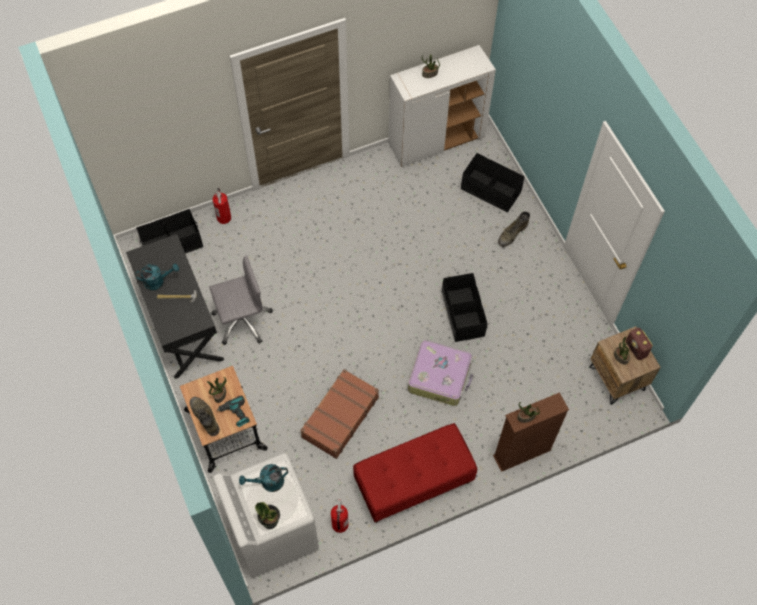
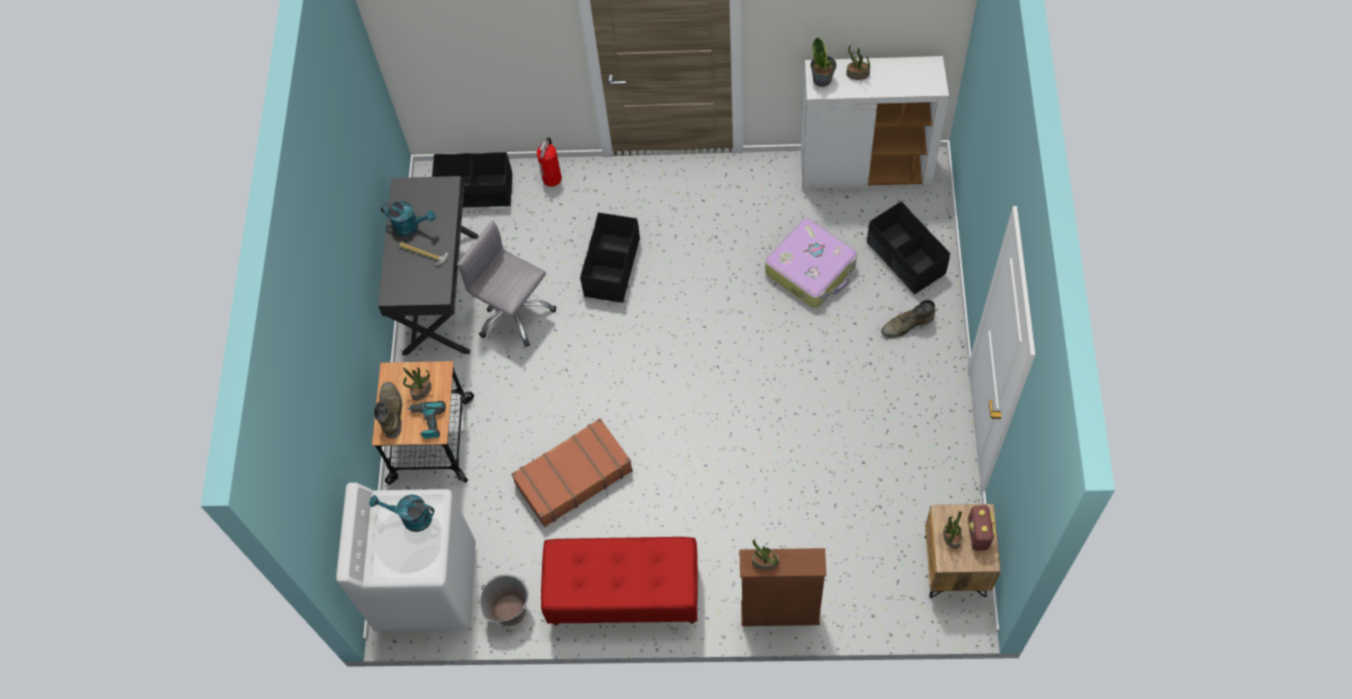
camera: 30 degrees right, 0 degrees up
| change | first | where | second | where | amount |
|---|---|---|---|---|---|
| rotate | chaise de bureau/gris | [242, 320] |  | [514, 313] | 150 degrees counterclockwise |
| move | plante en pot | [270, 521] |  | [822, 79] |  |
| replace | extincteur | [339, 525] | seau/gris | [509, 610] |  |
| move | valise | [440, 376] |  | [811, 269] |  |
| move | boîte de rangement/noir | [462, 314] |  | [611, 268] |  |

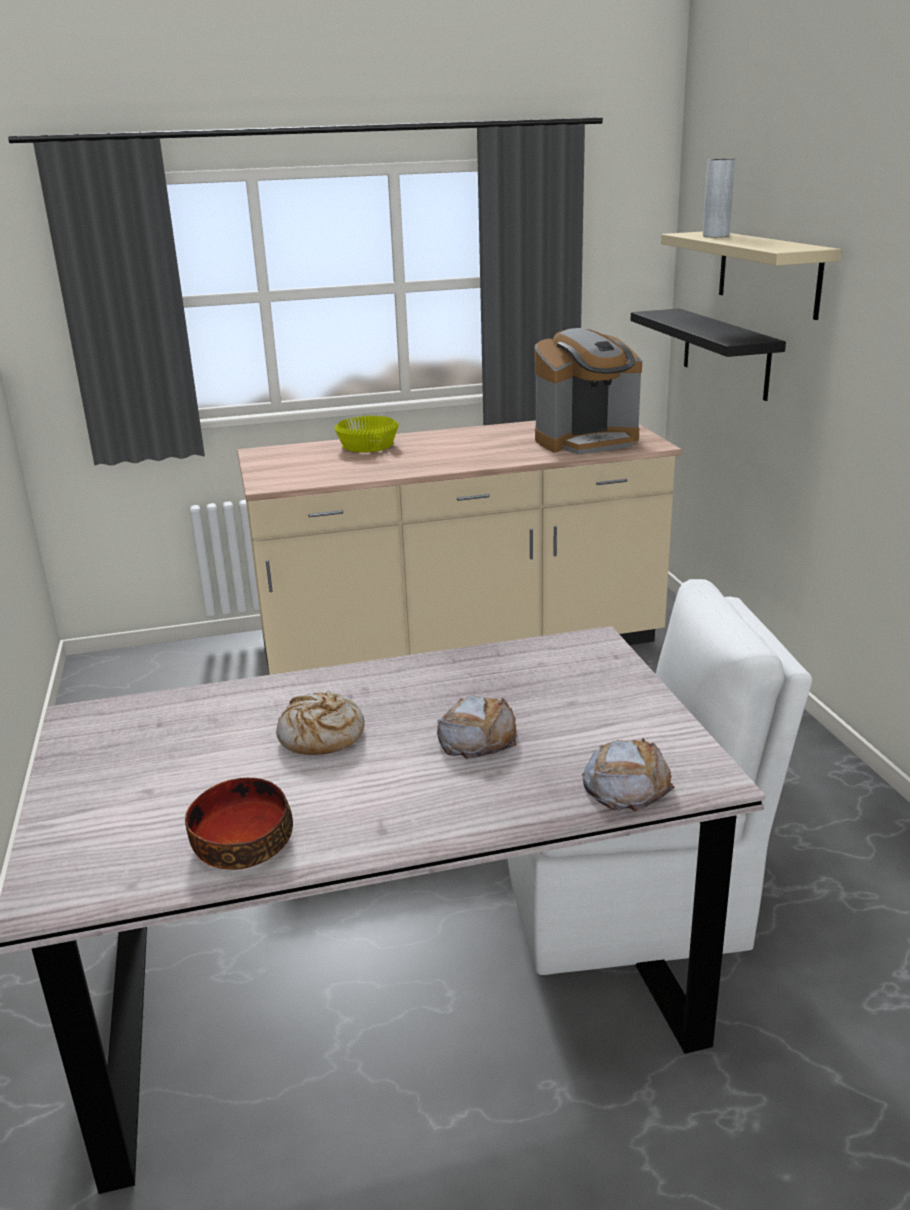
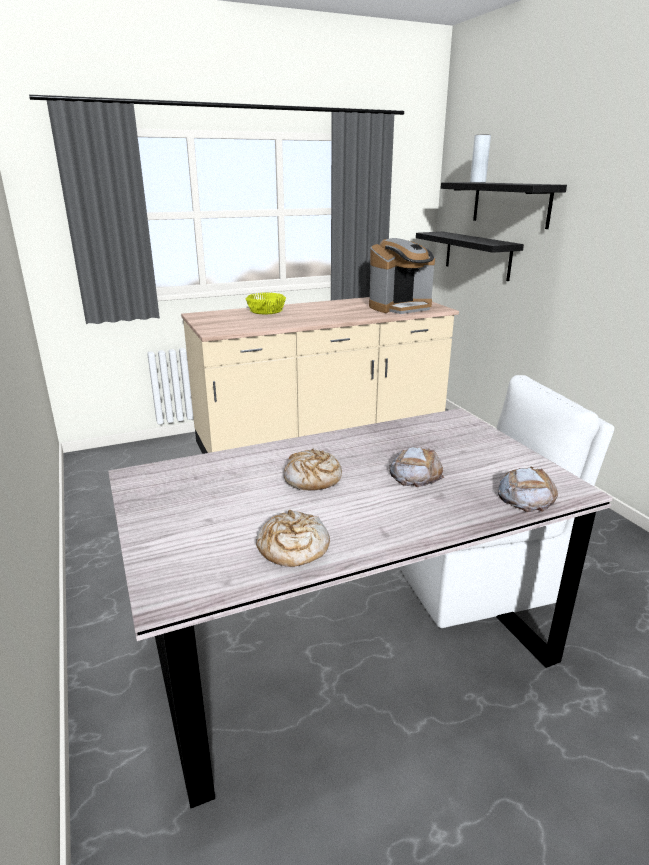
camera: 10 degrees left, 0 degrees up
| change | first | where | second | where | amount |
|---|---|---|---|---|---|
| replace | bol | [241, 842] | pain | [292, 548] |  |
| recolor | étagère/beige | [768, 273] | étagère/noir | [510, 204] |  |

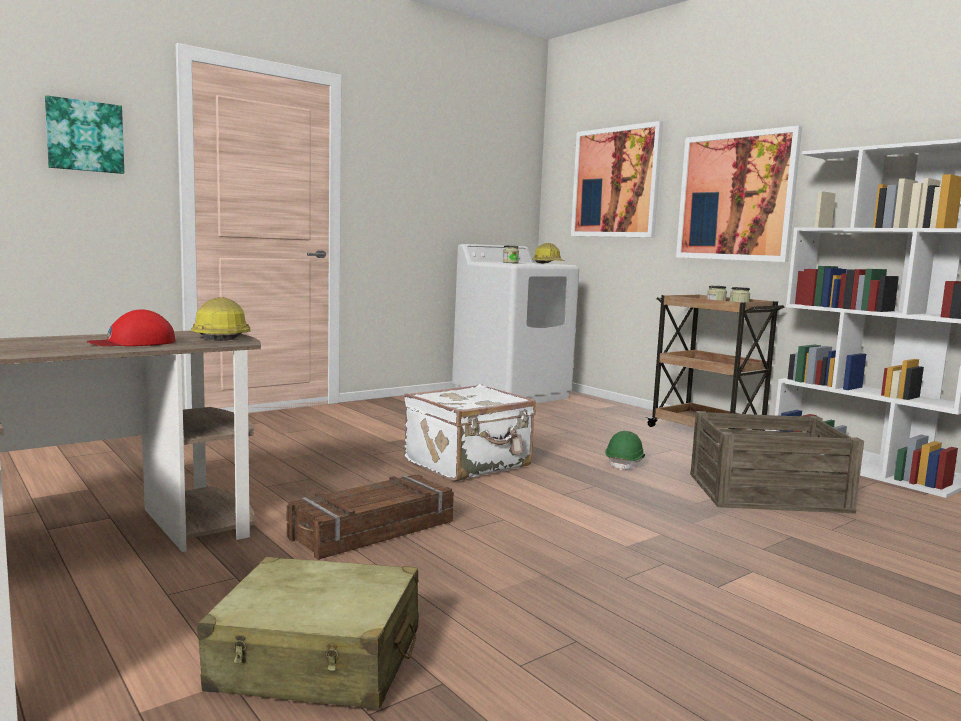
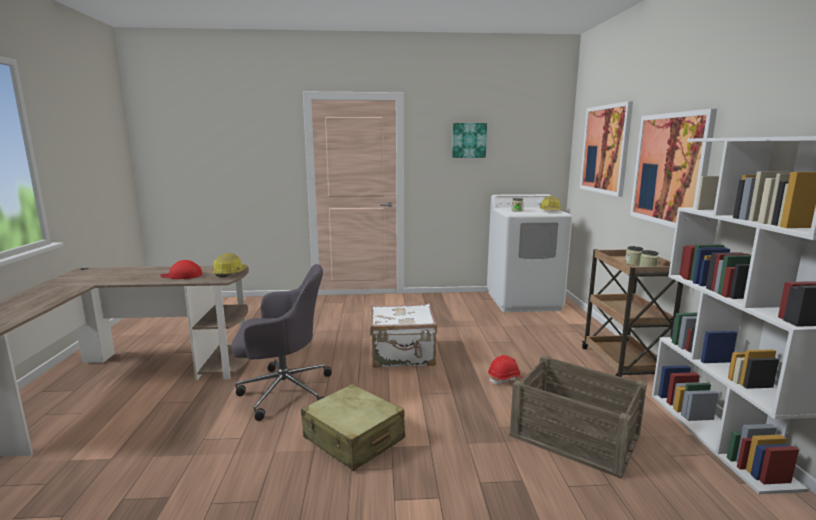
camera: 35 degrees right, 5 degrees up
| change | first | where | second | where | amount |
|---|---|---|---|---|---|
| move | tableau | [85, 136] |  | [469, 140] |  |
| move | valise/beige | [318, 660] |  | [353, 438] |  |
| replace | caisse | [373, 530] | chaise de bureau/gris | [283, 391] |  |
| recolor | casque de chantier/vert | [625, 463] | casque de chantier/rouge | [505, 379] |  |

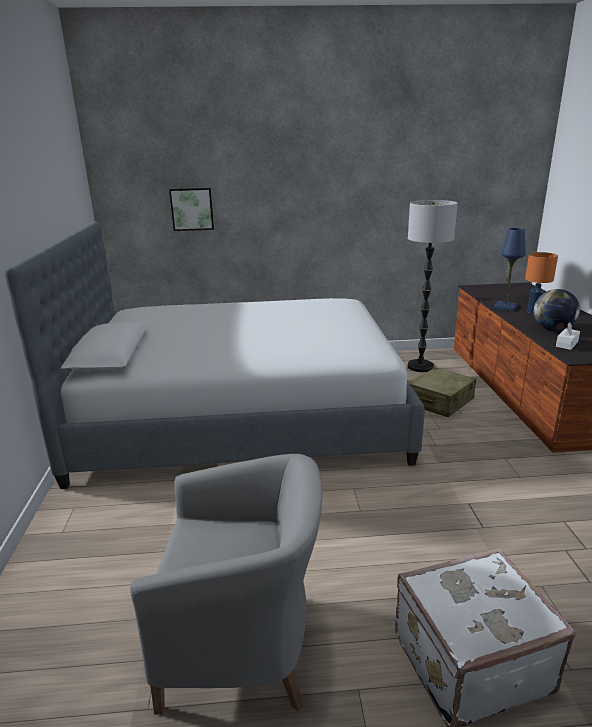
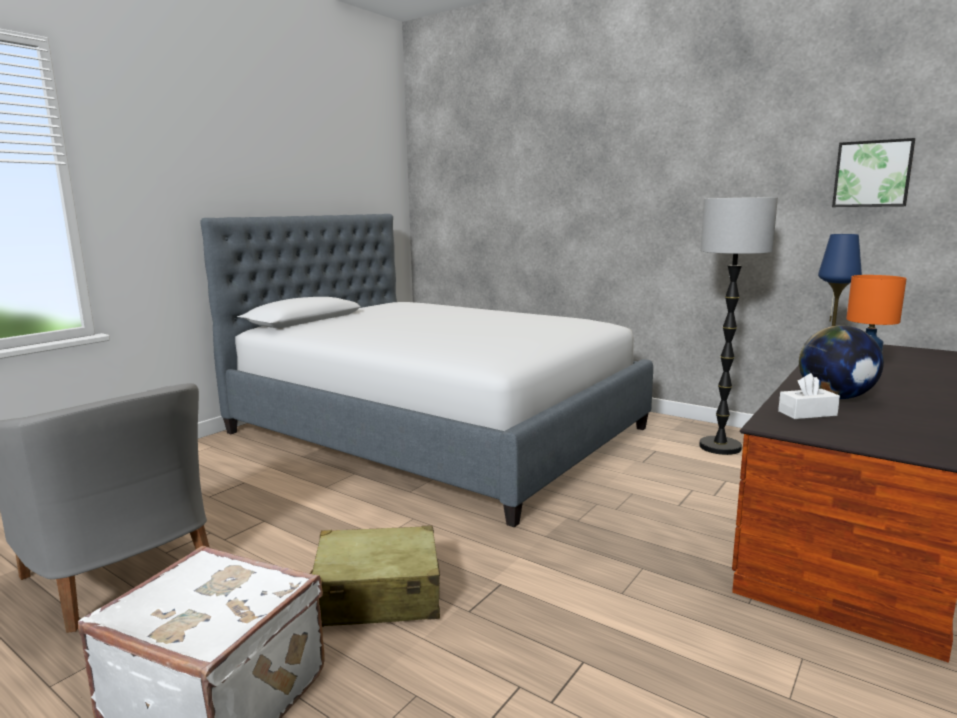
camera: 40 degrees right, 10 degrees down
| change | first | where | second | where | amount |
|---|---|---|---|---|---|
| move | tableau | [192, 209] |  | [872, 174] |  |
| move | valise/beige | [439, 402] |  | [377, 595] |  |

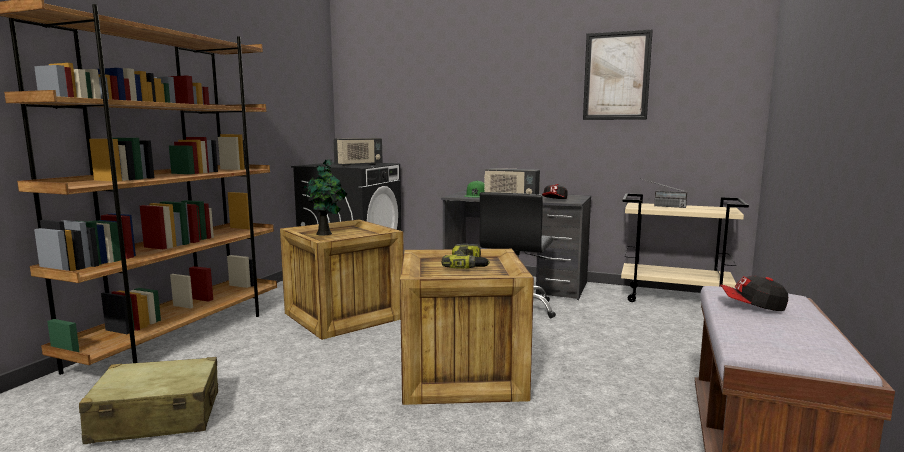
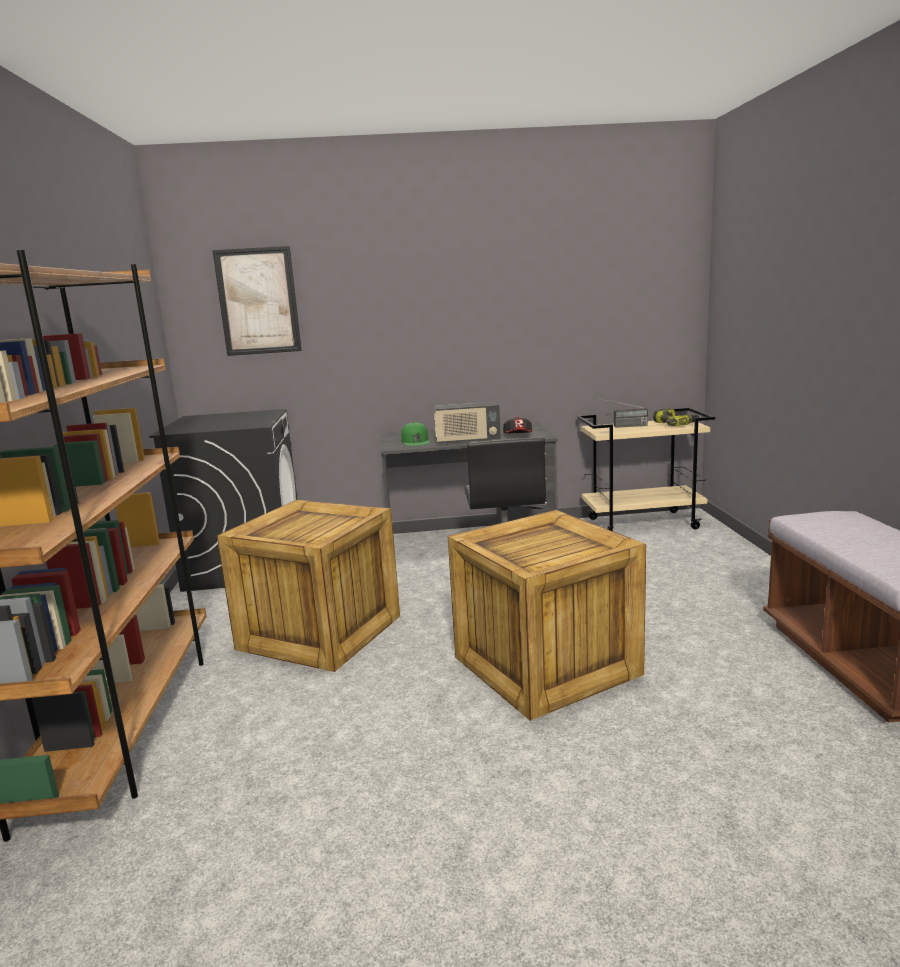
camera: 25 degrees left, 5 degrees up
| change | first | where | second | where | amount |
|---|---|---|---|---|---|
| delete | valise/beige | [157, 417] |  |  |  |
| delete | plante en pot | [325, 233] |  |  |  |
| delete | radio | [358, 165] |  |  |  |
| move | perceuse | [468, 265] |  | [675, 424] |  |
| move | tableau | [616, 76] |  | [258, 301] |  |
| delete | casquette | [752, 306] |  |  |  |

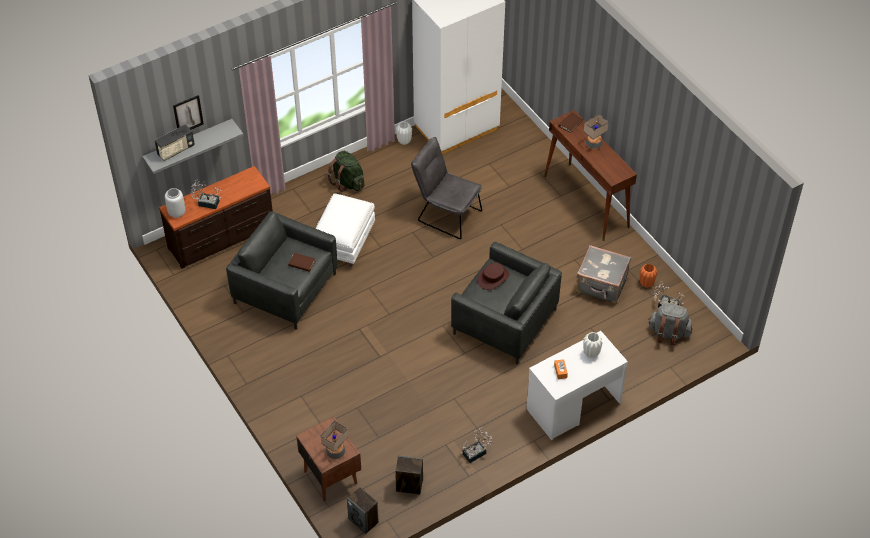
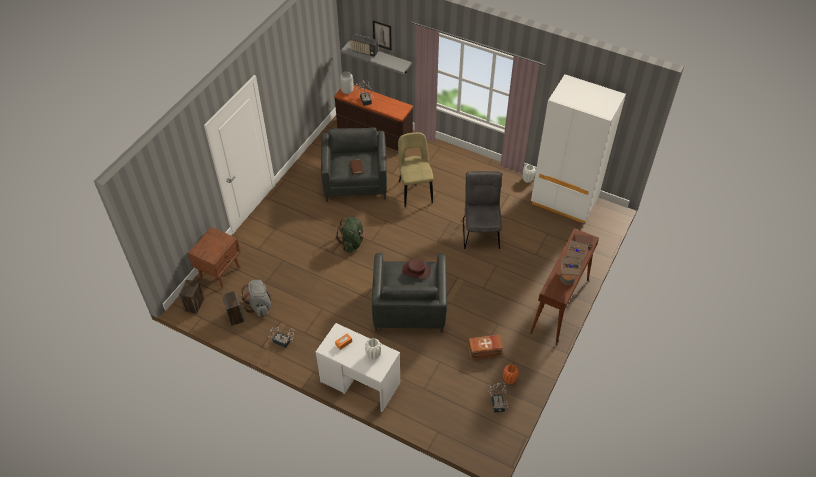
camera: 60 degrees right, 0 degrees up
| change | first | where | second | where | amount |
|---|---|---|---|---|---|
| replace | pouf/blanc | [343, 242] | chaise/beige | [415, 190] |  |
| move | lampe de table | [335, 452] |  | [567, 279] |  |
| move | sac à dos/vert | [347, 182] |  | [352, 242] |  |
| replace | valise/gris | [601, 286] | boîte de rangement/marron | [485, 351] |  |
| move | sac à dos/gris | [668, 333] |  | [260, 306] |  |

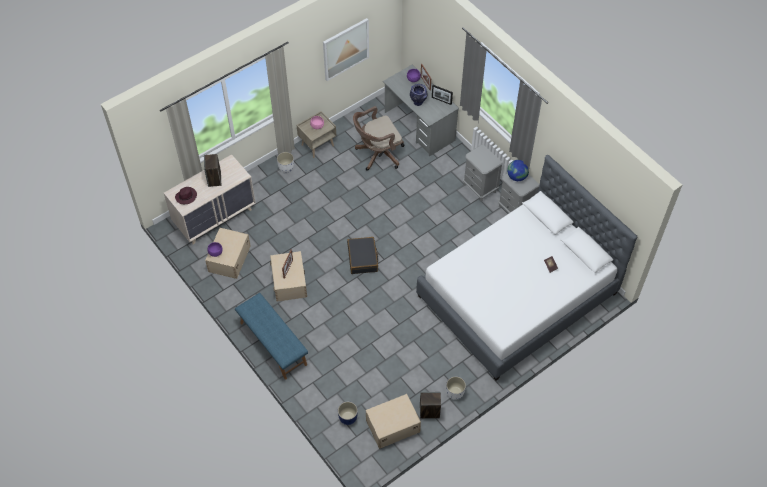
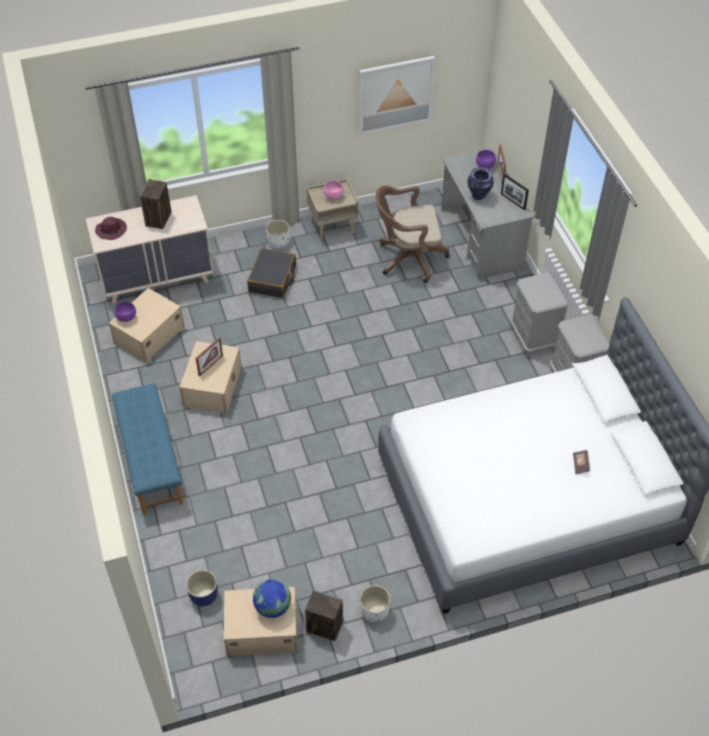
camera: 20 degrees right, 5 degrees down
| change | first | where | second | where | amount |
|---|---|---|---|---|---|
| move | valise/noir | [363, 259] |  | [273, 279] |  |
| move | globe | [517, 177] |  | [273, 607] |  |

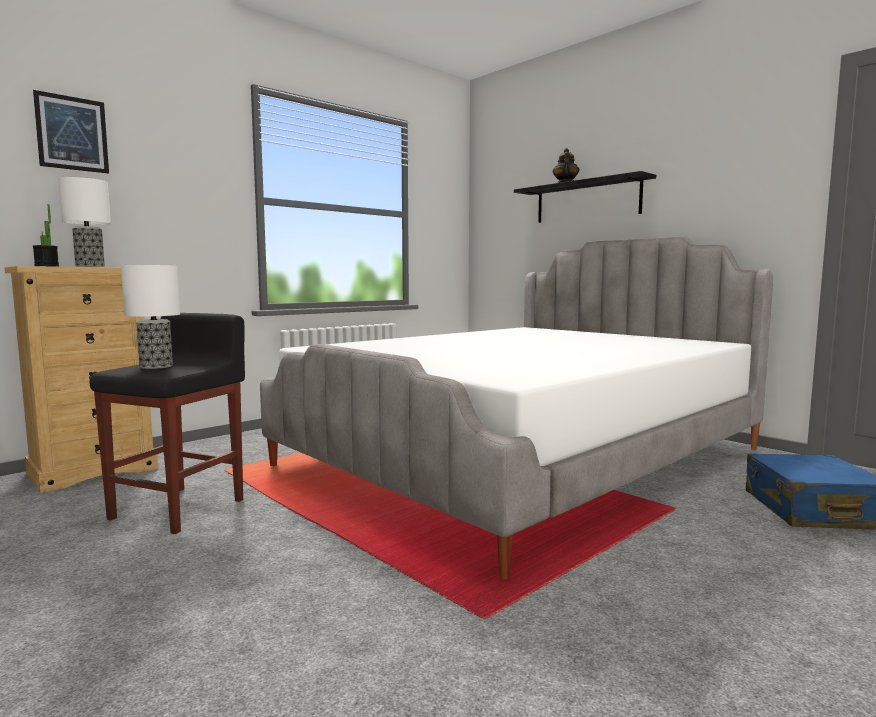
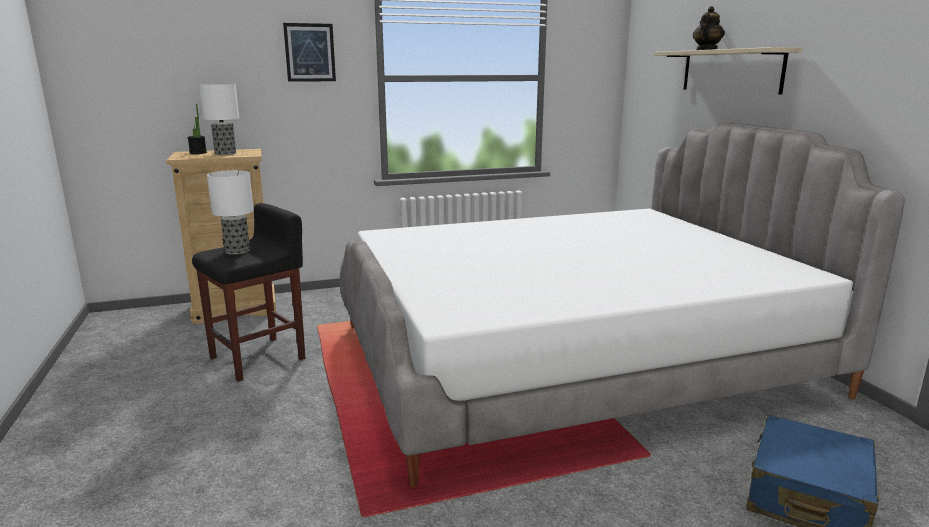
camera: 25 degrees right, 10 degrees up
| change | first | where | second | where | amount |
|---|---|---|---|---|---|
| move | tableau | [72, 133] |  | [310, 52] |  |
| recolor | étagère/noir | [587, 201] | étagère/beige | [730, 71] |  |

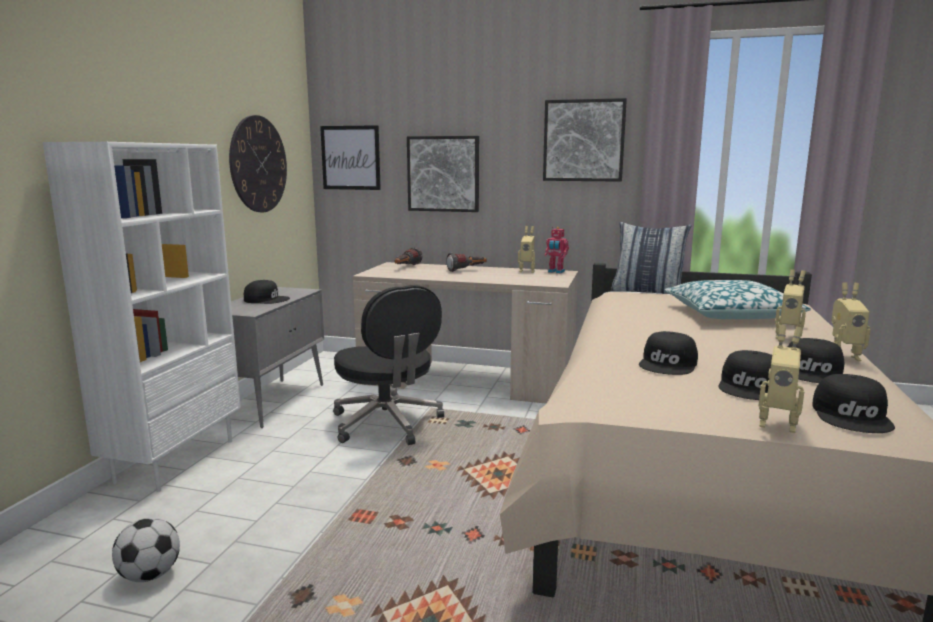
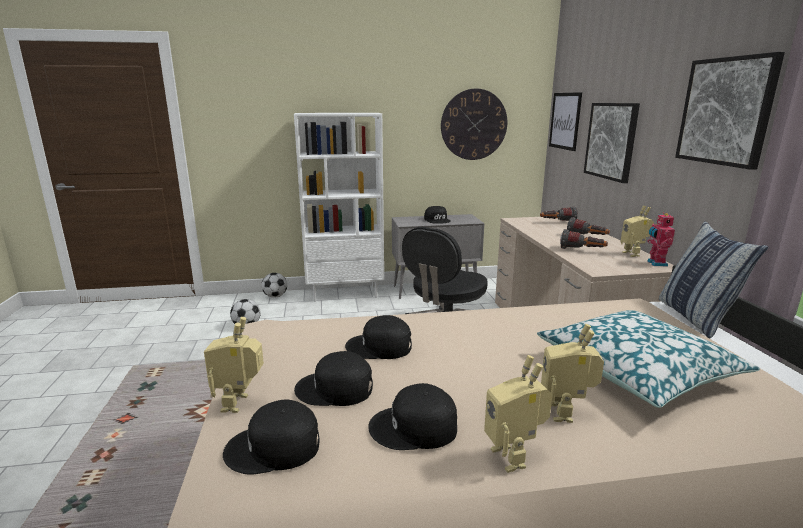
camera: 65 degrees right, 5 degrees up
| change | first | where | second | where | amount |
|---|---|---|---|---|---|
| insert |  |  | ballon de foot | [275, 296] |  |
| insert |  |  | lampe de poche | [582, 251] |  |

